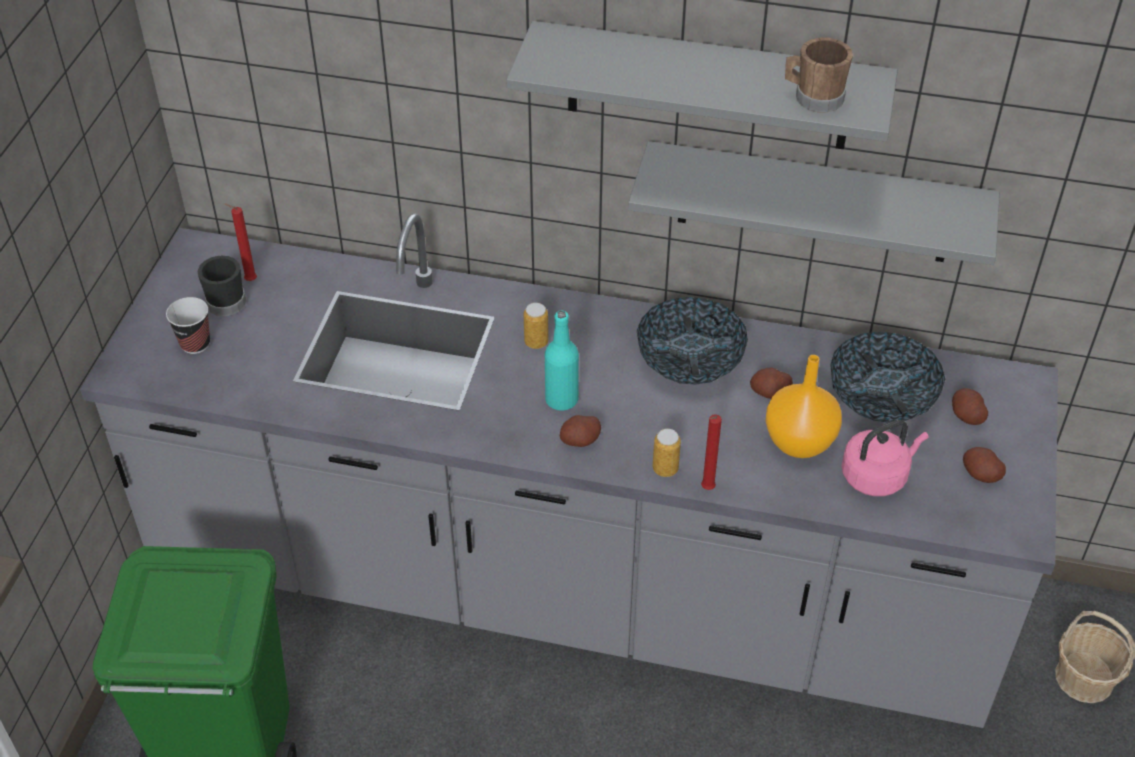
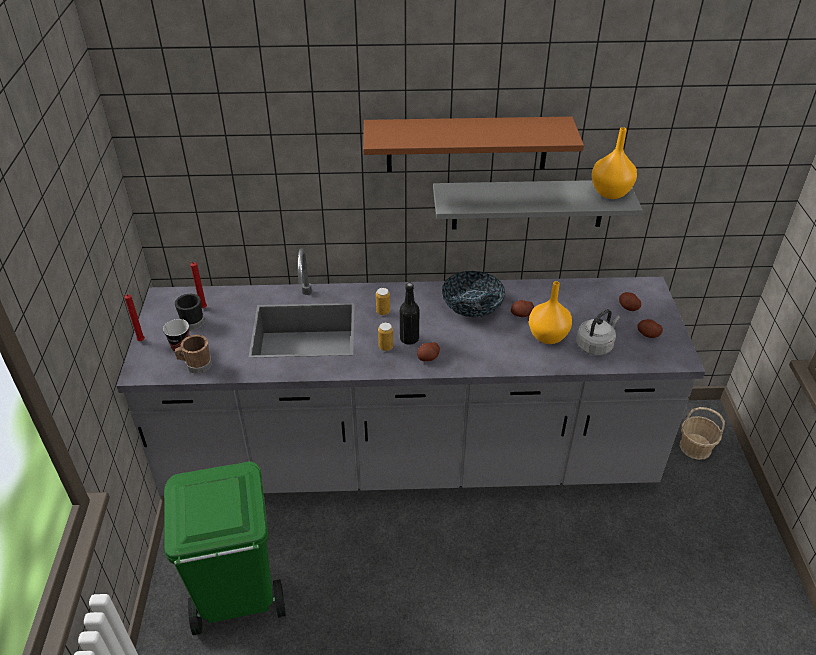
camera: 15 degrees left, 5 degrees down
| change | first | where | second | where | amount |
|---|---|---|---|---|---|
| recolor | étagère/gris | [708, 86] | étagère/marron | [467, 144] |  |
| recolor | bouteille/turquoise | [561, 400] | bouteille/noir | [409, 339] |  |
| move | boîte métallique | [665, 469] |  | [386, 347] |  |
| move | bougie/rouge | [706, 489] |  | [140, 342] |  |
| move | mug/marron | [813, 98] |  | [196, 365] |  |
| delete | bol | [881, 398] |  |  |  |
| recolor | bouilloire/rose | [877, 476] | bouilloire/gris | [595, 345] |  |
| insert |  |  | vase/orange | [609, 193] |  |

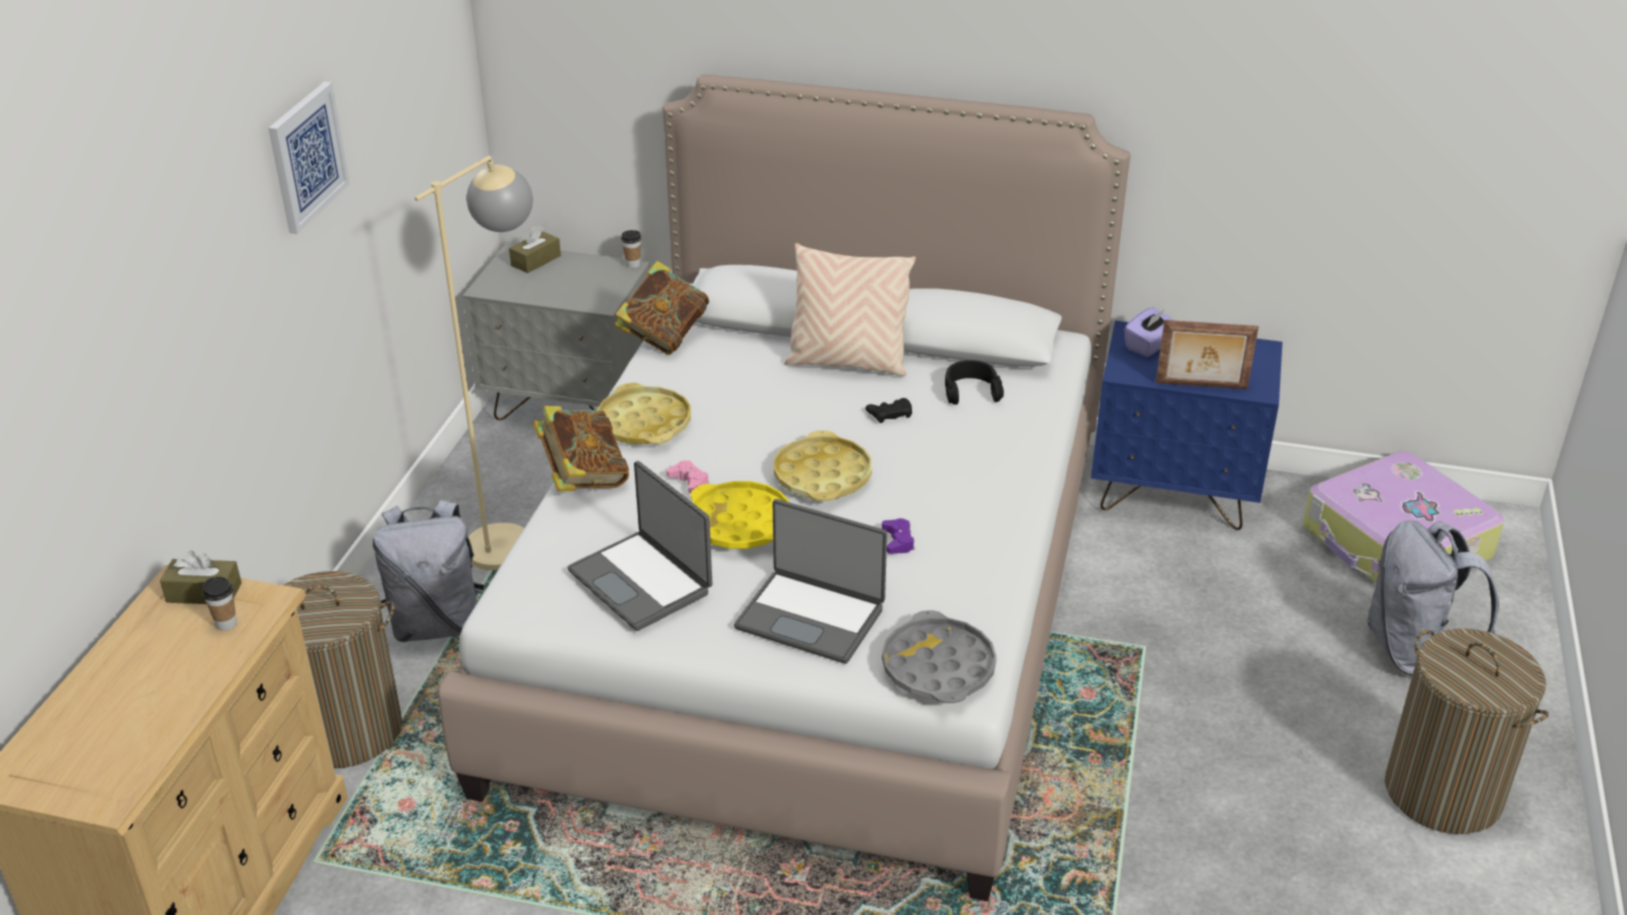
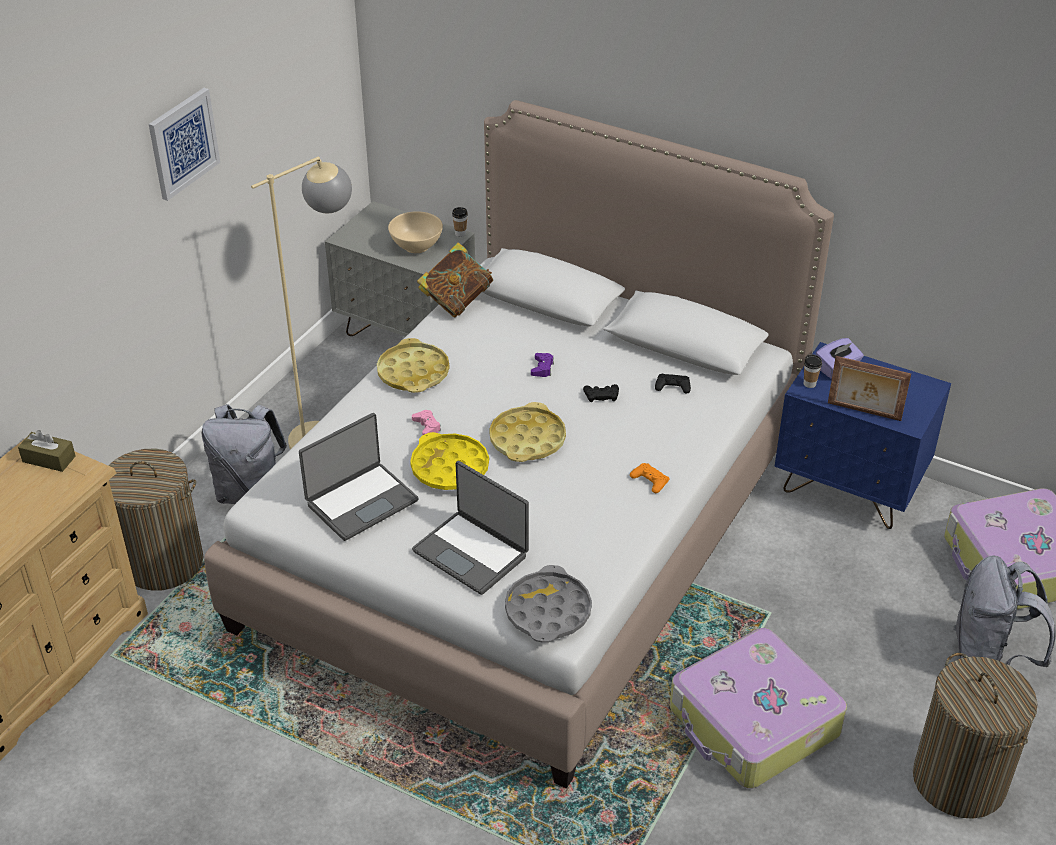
camera: 15 degrees right, 5 degrees up
| change | first | where | second | where | amount |
|---|---|---|---|---|---|
| move | tasse | [226, 624] |  | [809, 384] |  |
| delete | boîte à mouchoirs/marron | [536, 261] |  |  |  |
| delete | livre | [583, 478] |  |  |  |
| rotate | ordinateur portable | [642, 581] |  | [361, 501] | 105 degrees counterclockwise |
| delete | coussin/beige | [847, 363] |  |  |  |
| move | manette/violet | [898, 541] |  | [542, 368] |  |
| replace | casque audio/noir | [971, 391] | manette/noir | [672, 386] |  |
| insert |  |  | bol/beige | [417, 246] |  |
| insert |  |  | manette/orange | [650, 481] |  |
| insert |  |  | valise | [753, 723] |  |

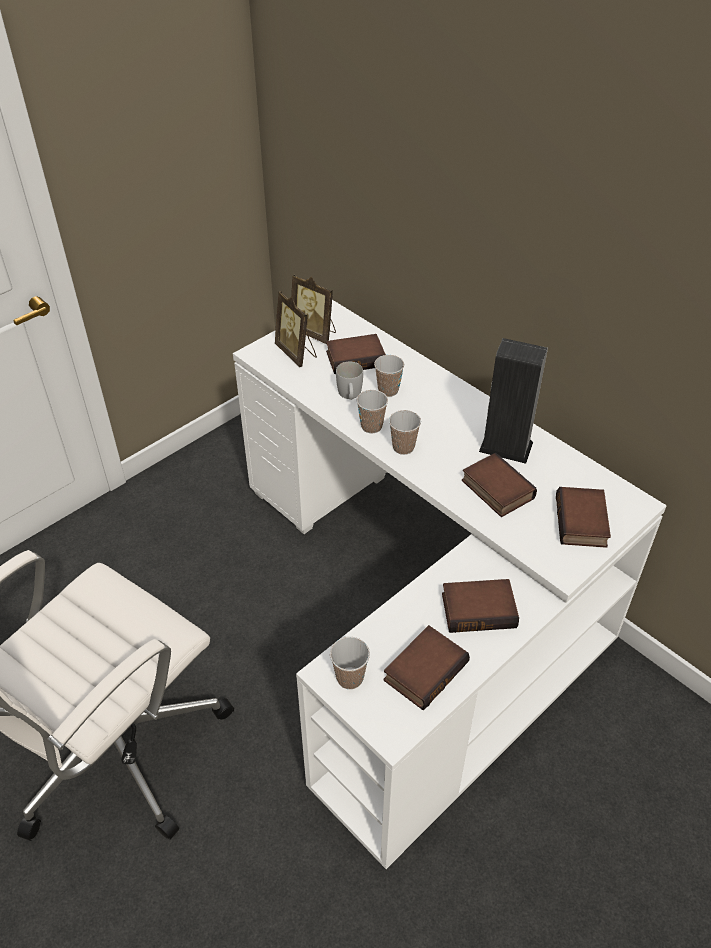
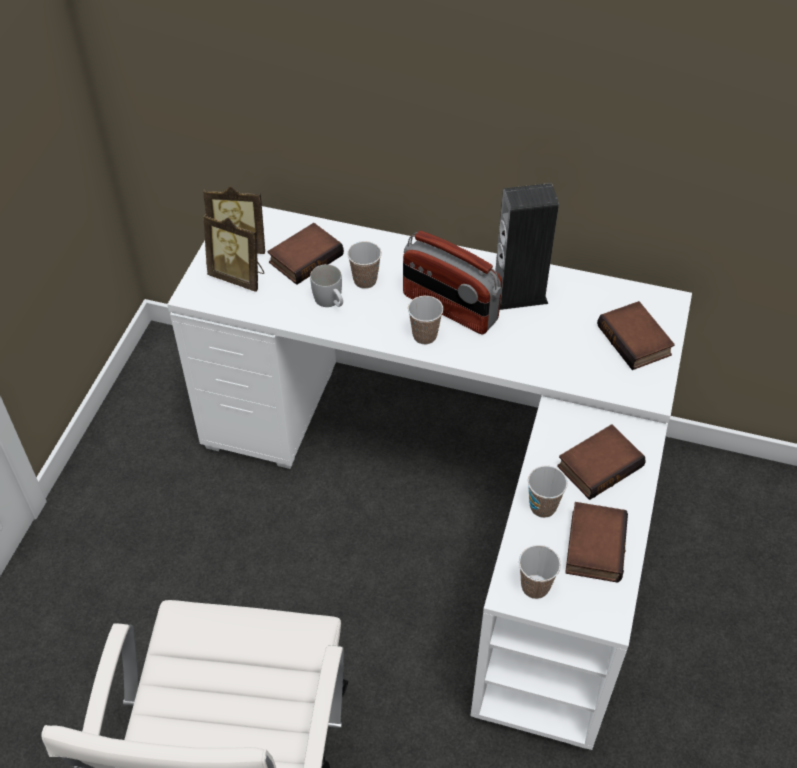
camera: 30 degrees left, 5 degrees up
| change | first | where | second | where | amount |
|---|---|---|---|---|---|
| move | tasse | [371, 426] |  | [543, 507] |  |
| delete | livre | [495, 489] |  |  |  |
| insert |  |  | radio | [449, 308] |  |

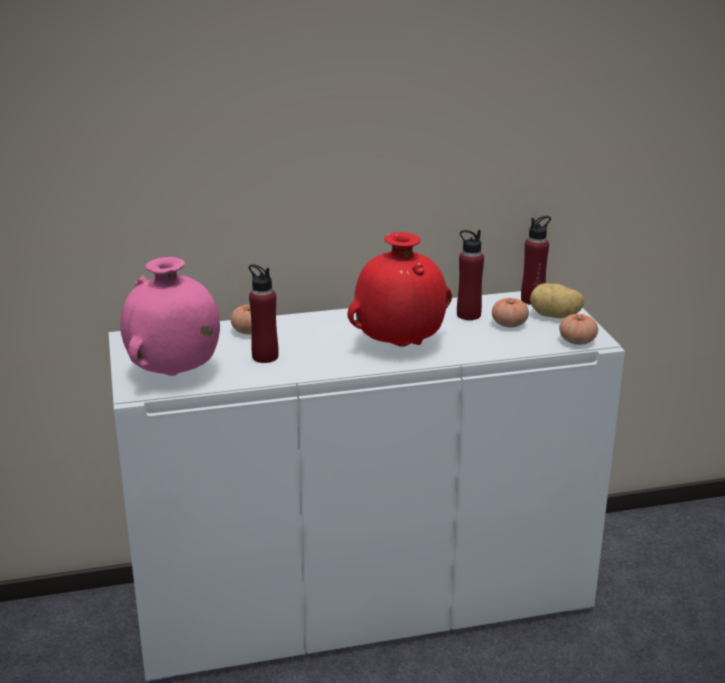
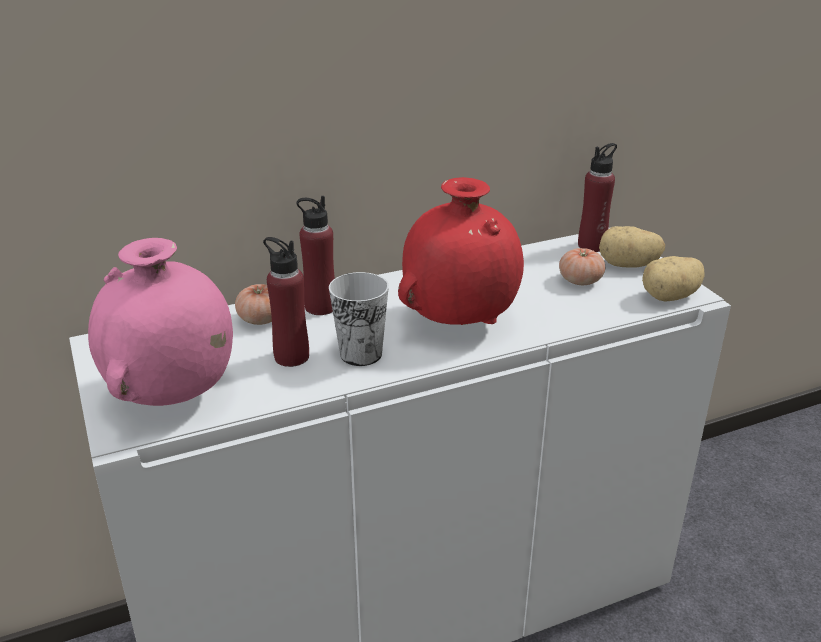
camera: 10 degrees left, 5 degrees up
| change | first | where | second | where | amount |
|---|---|---|---|---|---|
| move | bouteille/rouge | [468, 315] |  | [320, 307] |  |
| replace | tomate | [577, 341] | pomme de terre | [671, 297] |  |
| insert |  |  | tasse | [361, 354] |  |

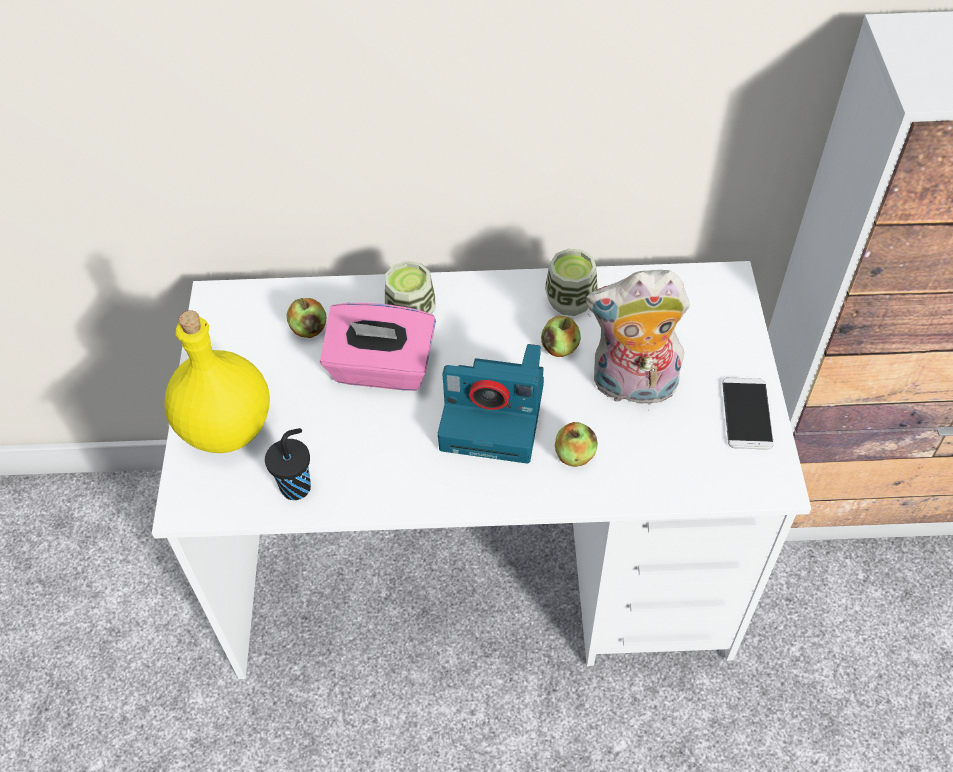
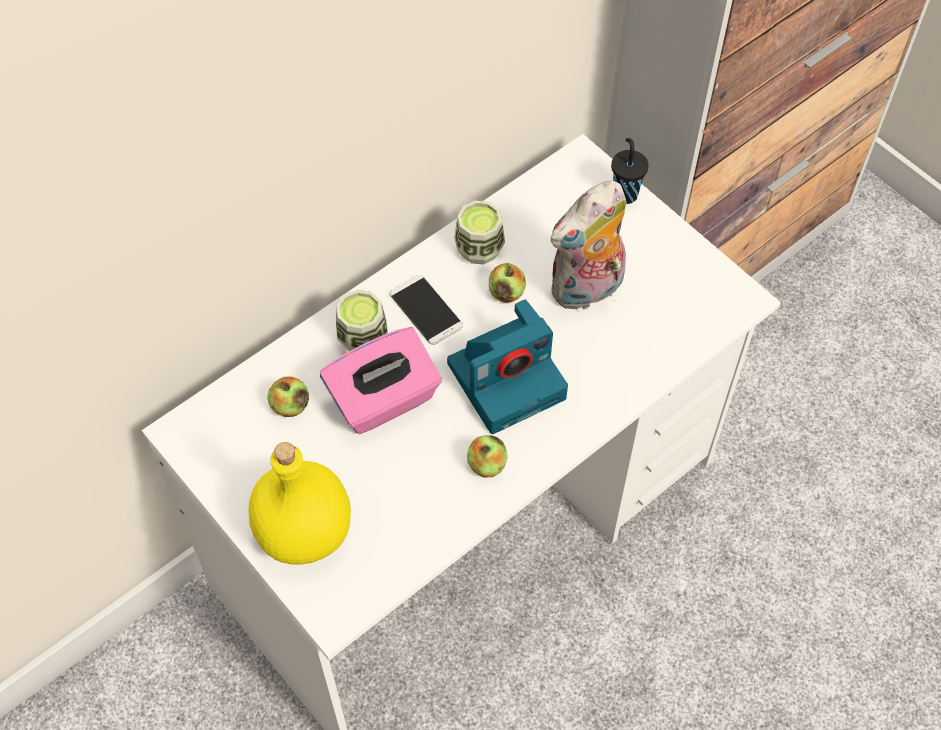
camera: 40 degrees left, 5 degrees up
| change | first | where | second | where | amount |
|---|---|---|---|---|---|
| move | tasse/noir | [297, 486] |  | [624, 193] |  |
| move | pomme | [574, 455] |  | [487, 465] |  |
| move | téléphone | [746, 414] |  | [426, 310] |  |

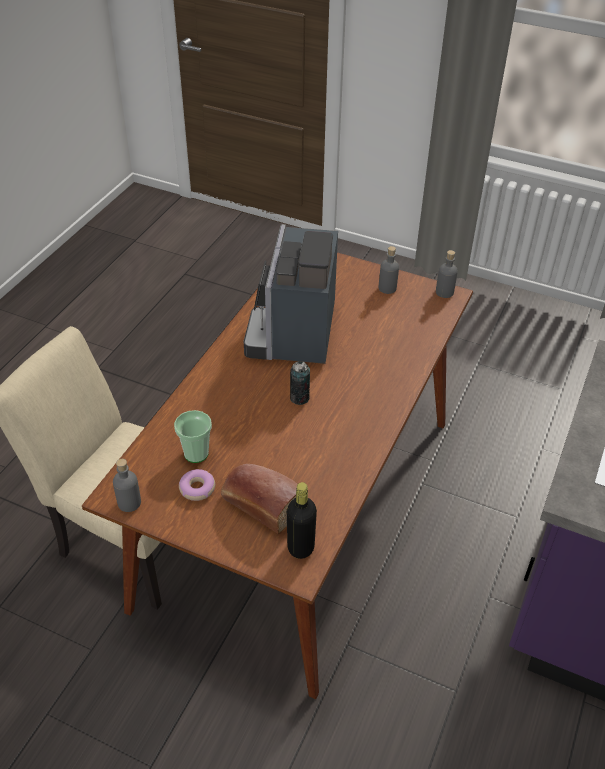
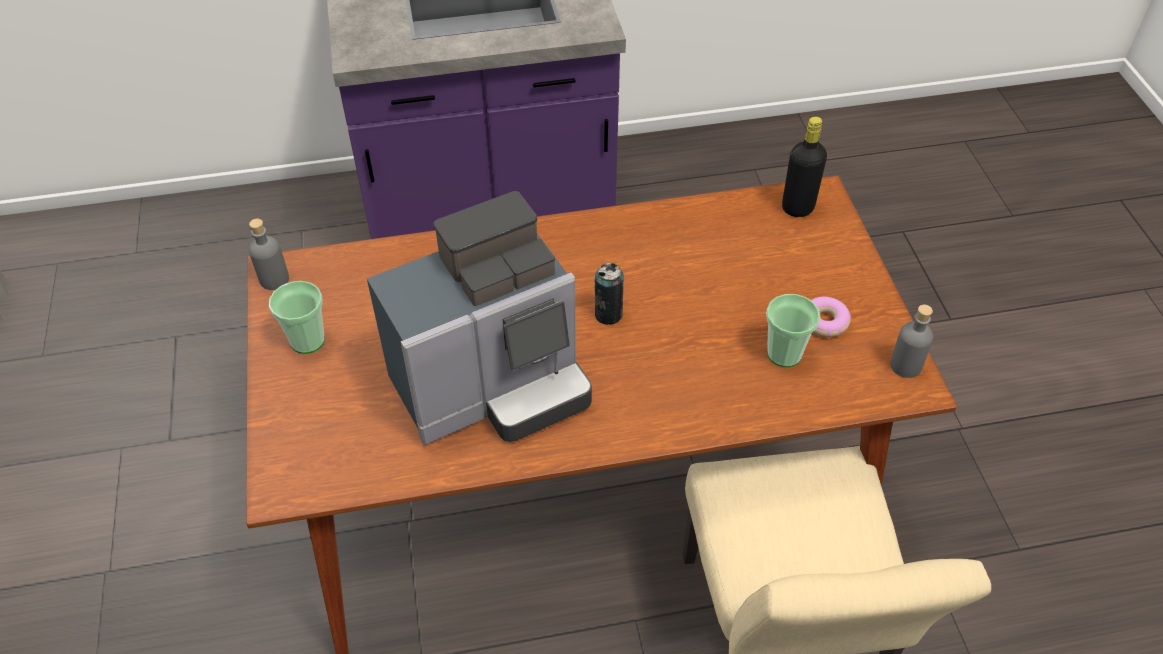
camera: 125 degrees left, 5 degrees up
| change | first | where | second | where | amount |
|---|---|---|---|---|---|
| delete | pain | [260, 504] |  |  |  |
| replace | bouteille/gris | [387, 288] | tasse | [307, 340] |  |

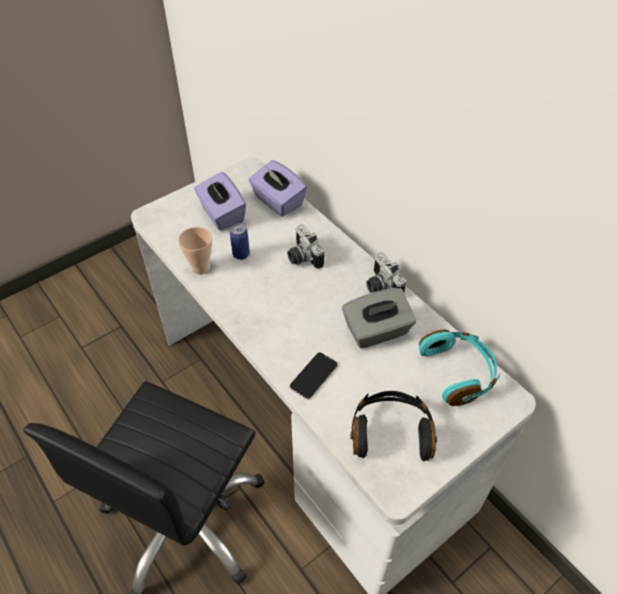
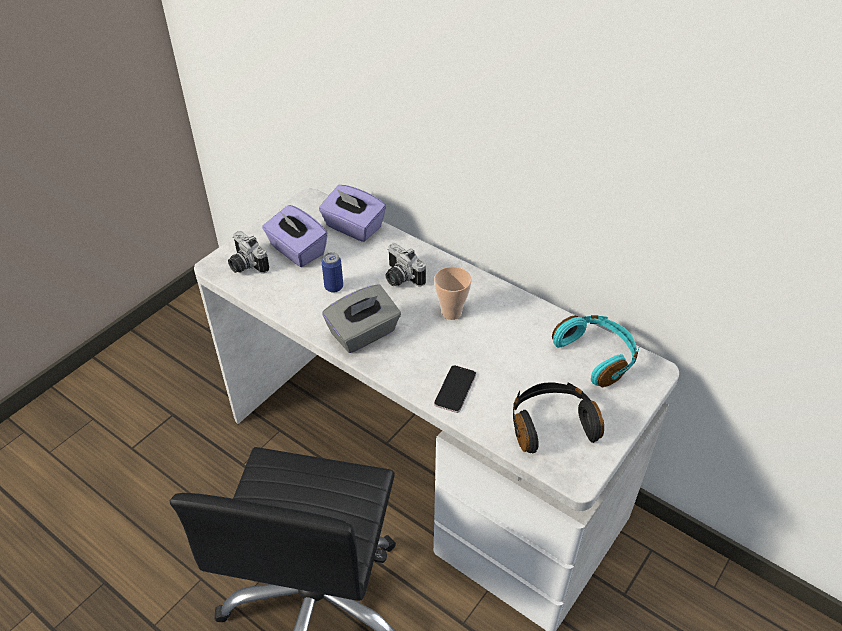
camera: 15 degrees left, 5 degrees down
| change | first | where | second | where | amount |
|---|---|---|---|---|---|
| move | tasse | [200, 267] |  | [451, 312] |  |
| move | boîte à mouchoirs/gris | [377, 331] |  | [363, 334] |  |
| move | appareil photo | [380, 286] |  | [245, 265] |  |

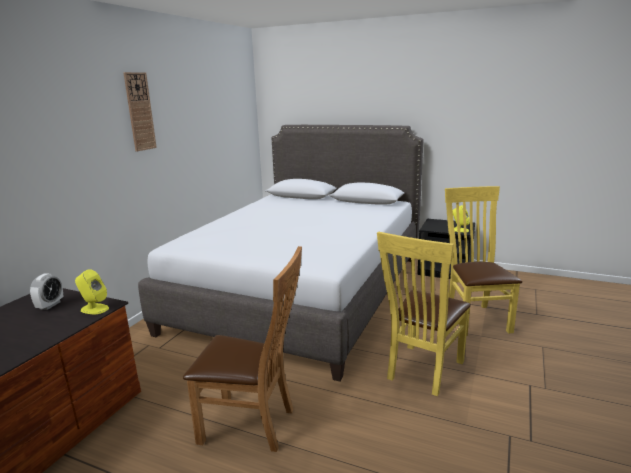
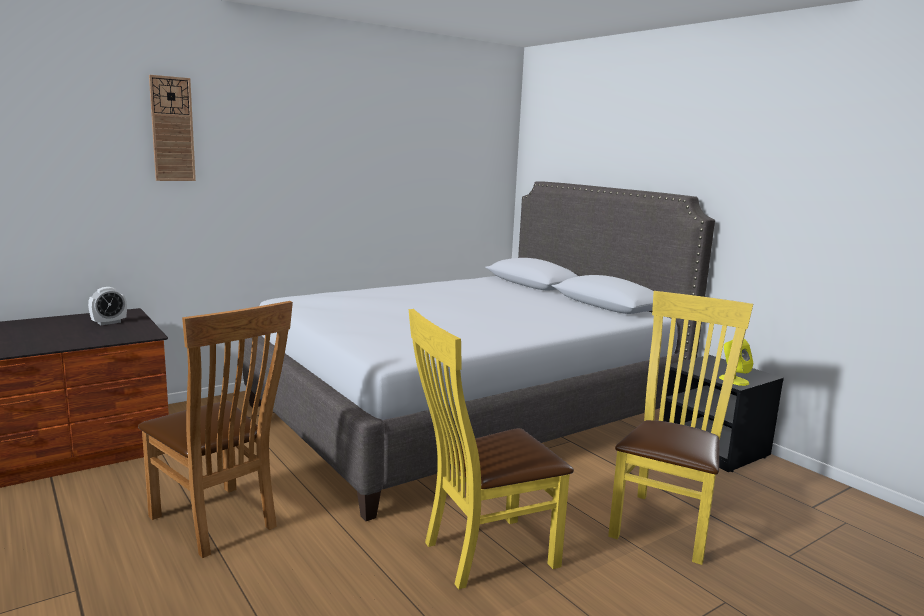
camera: 30 degrees right, 5 degrees down
| change | first | where | second | where | amount |
|---|---|---|---|---|---|
| delete | enceinte/jaune | [94, 309] |  |  |  |
| move | horloge murale | [139, 112] |  | [172, 129] |  |

